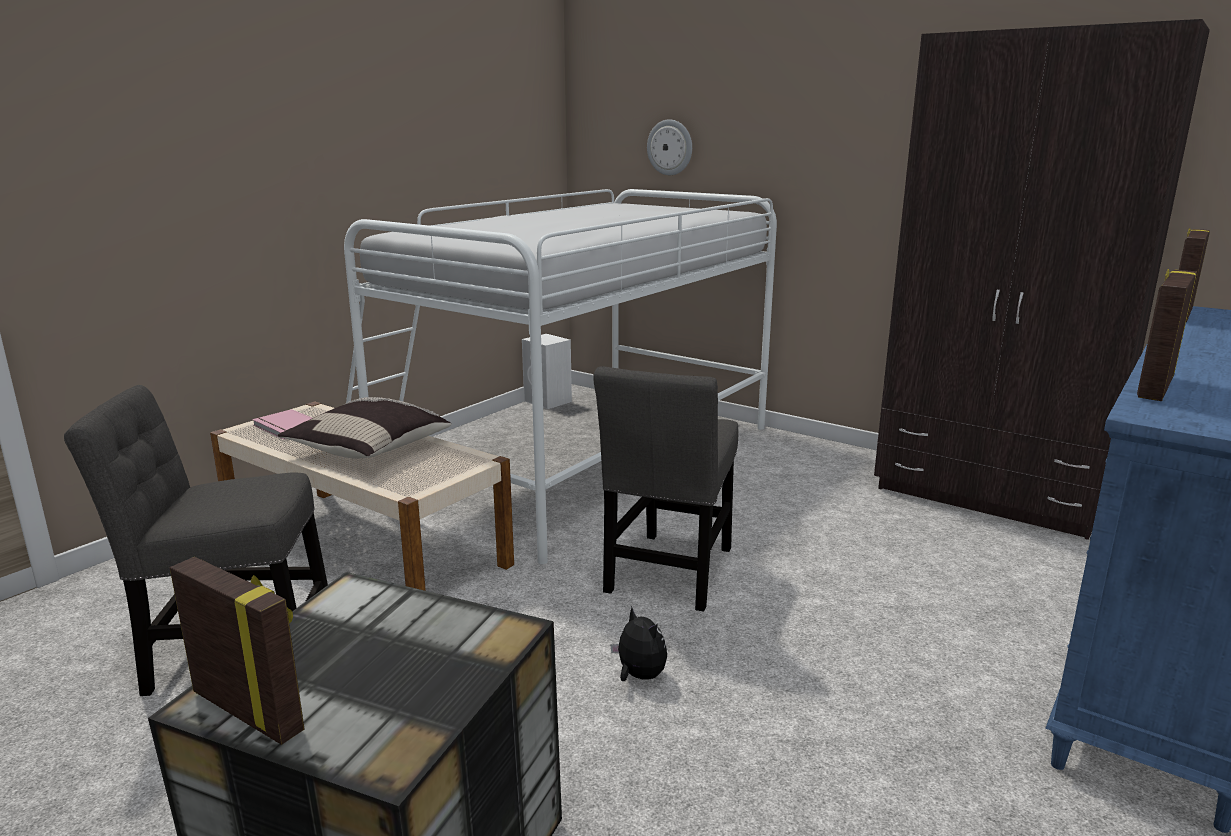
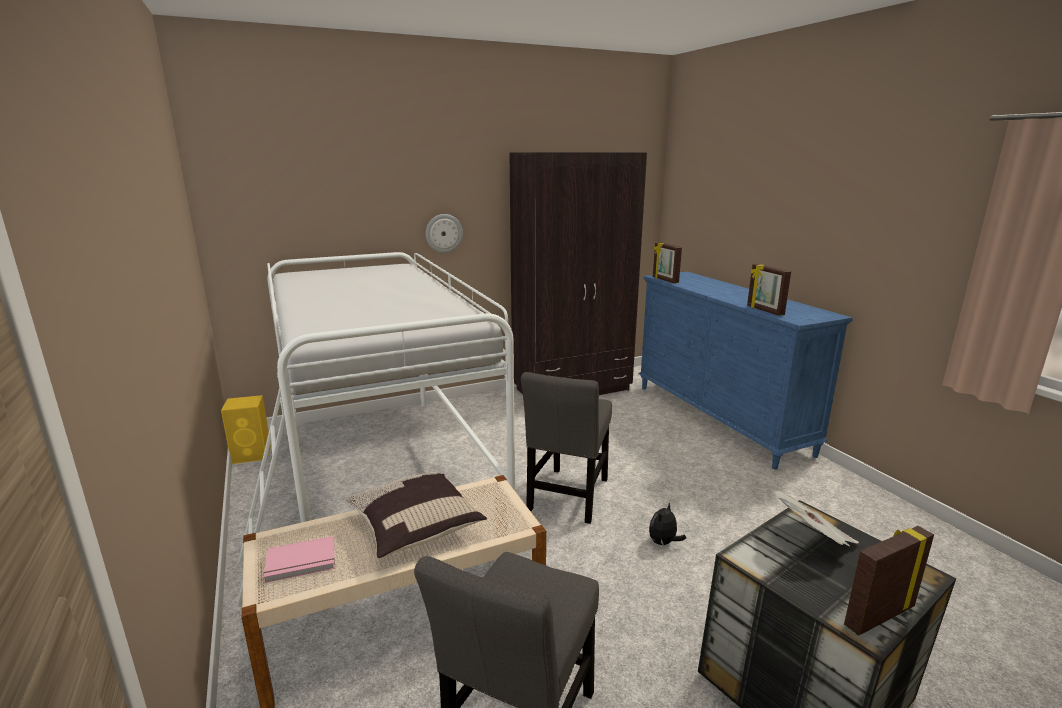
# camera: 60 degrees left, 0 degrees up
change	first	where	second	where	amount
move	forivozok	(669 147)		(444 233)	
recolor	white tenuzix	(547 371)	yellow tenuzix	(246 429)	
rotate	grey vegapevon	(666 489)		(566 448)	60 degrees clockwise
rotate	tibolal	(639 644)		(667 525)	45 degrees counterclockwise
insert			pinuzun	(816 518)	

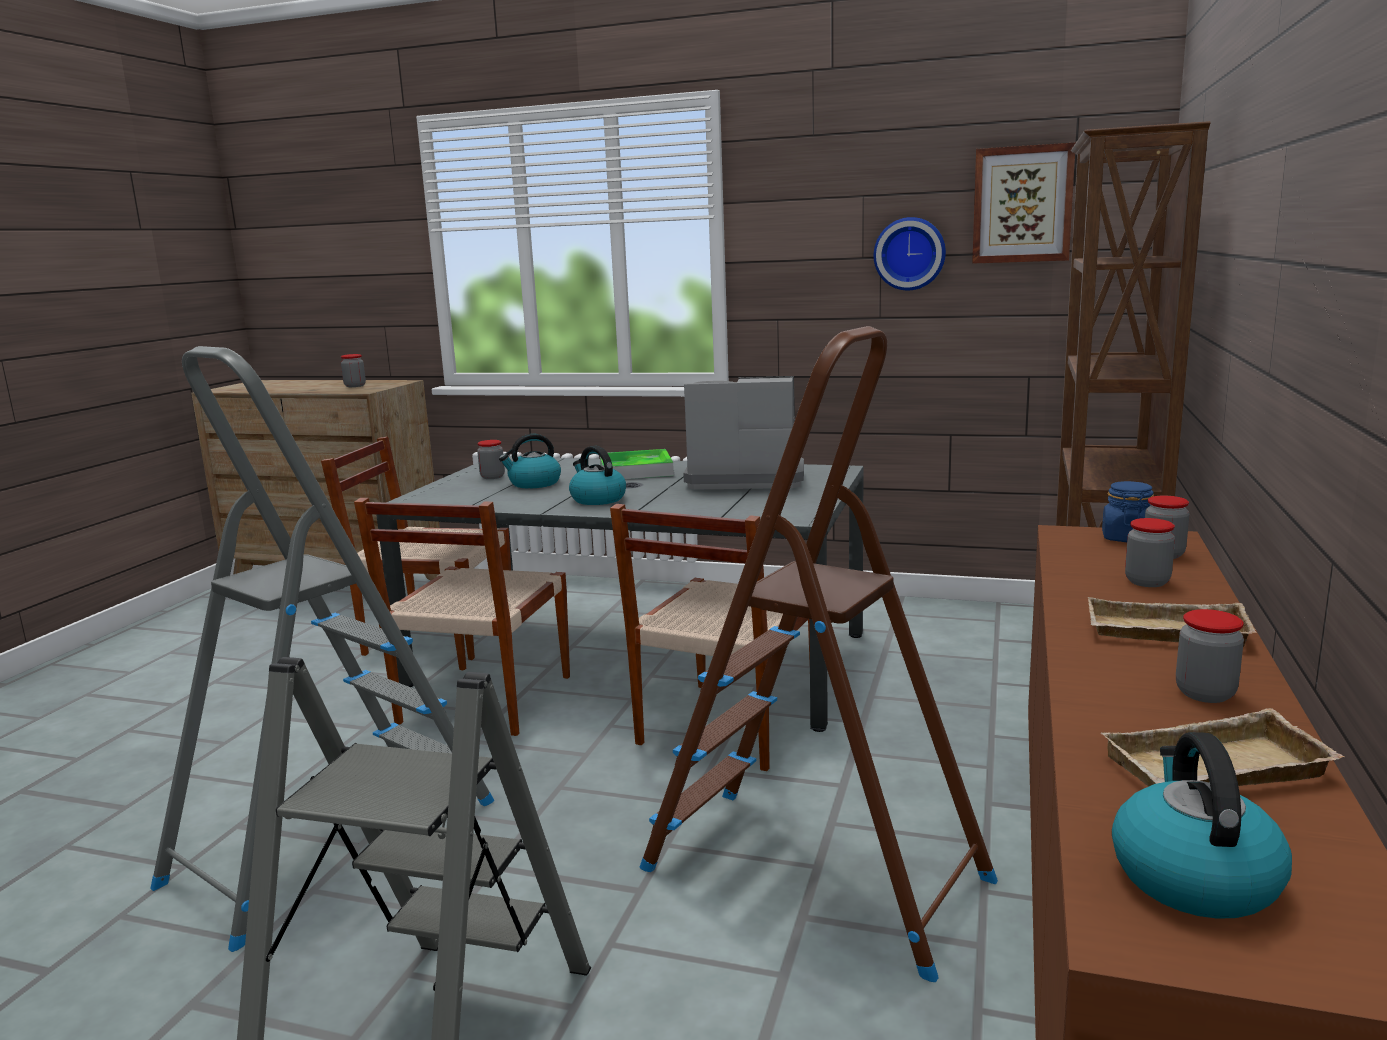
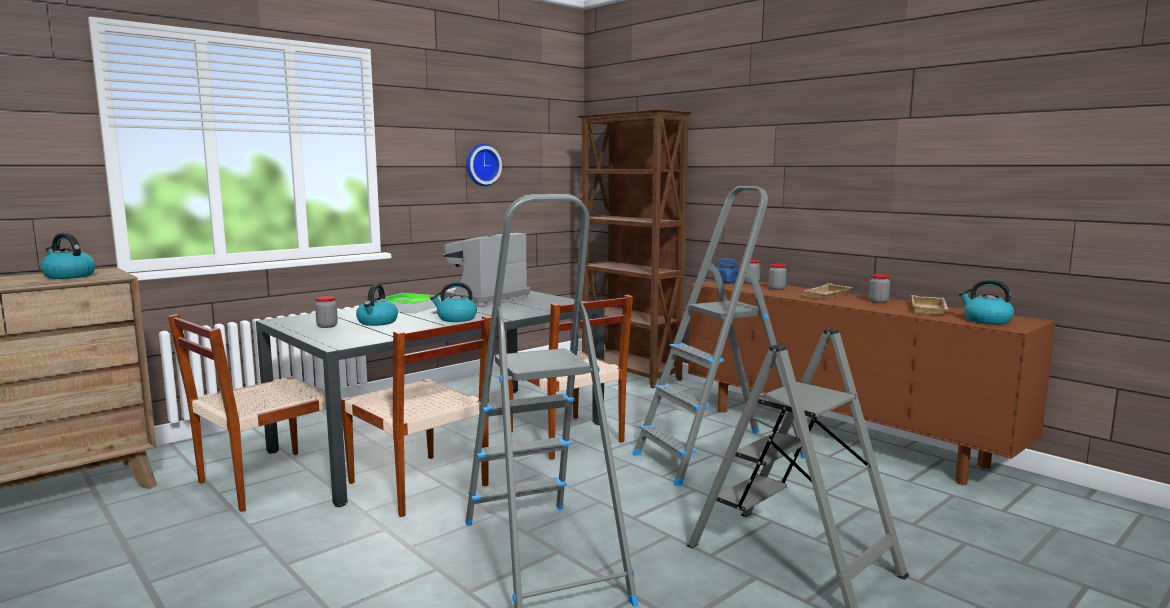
# camera: 60 degrees left, 5 degrees down
change	first	where	second	where	amount
delete	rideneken	(1024 203)			
recolor	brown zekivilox	(819 654)	grey zekivilox	(719 336)	
replace	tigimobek	(353 370)	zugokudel	(68 256)	

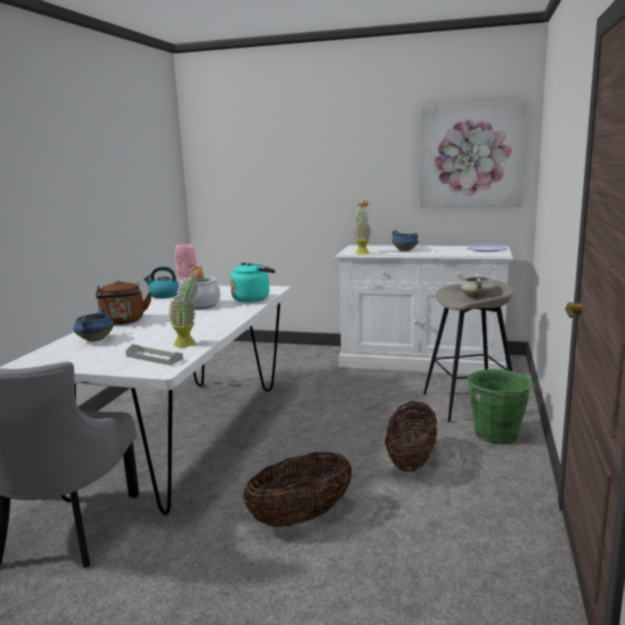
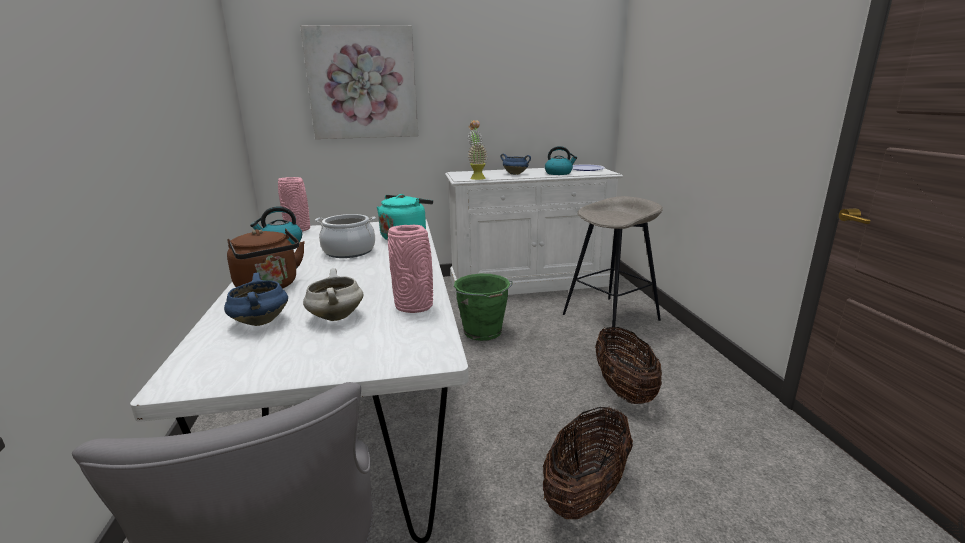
# camera: 25 degrees left, 5 degrees up
change	first	where	second	where	amount
move	rideneken	(473 154)		(359 82)	
replace	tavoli	(186 306)	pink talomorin	(410 269)	
move	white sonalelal	(477 286)		(333 294)	
delete	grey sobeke	(154 354)			
move	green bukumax	(501 406)		(483 307)	
insert			zugokudel	(561 160)	

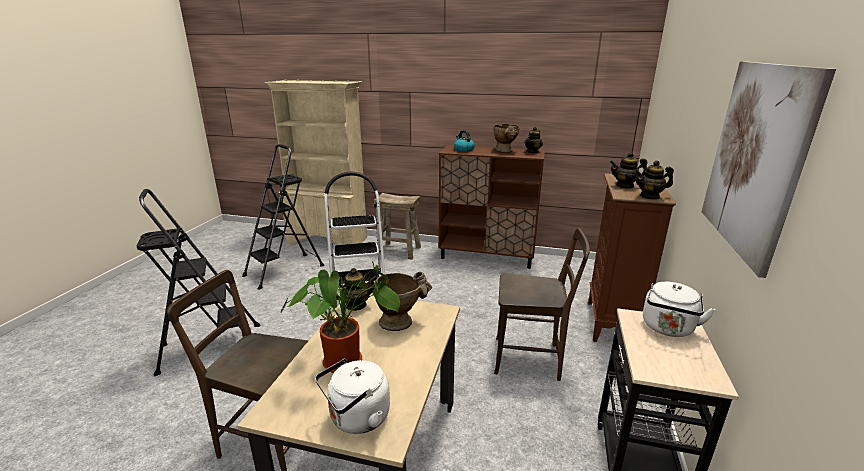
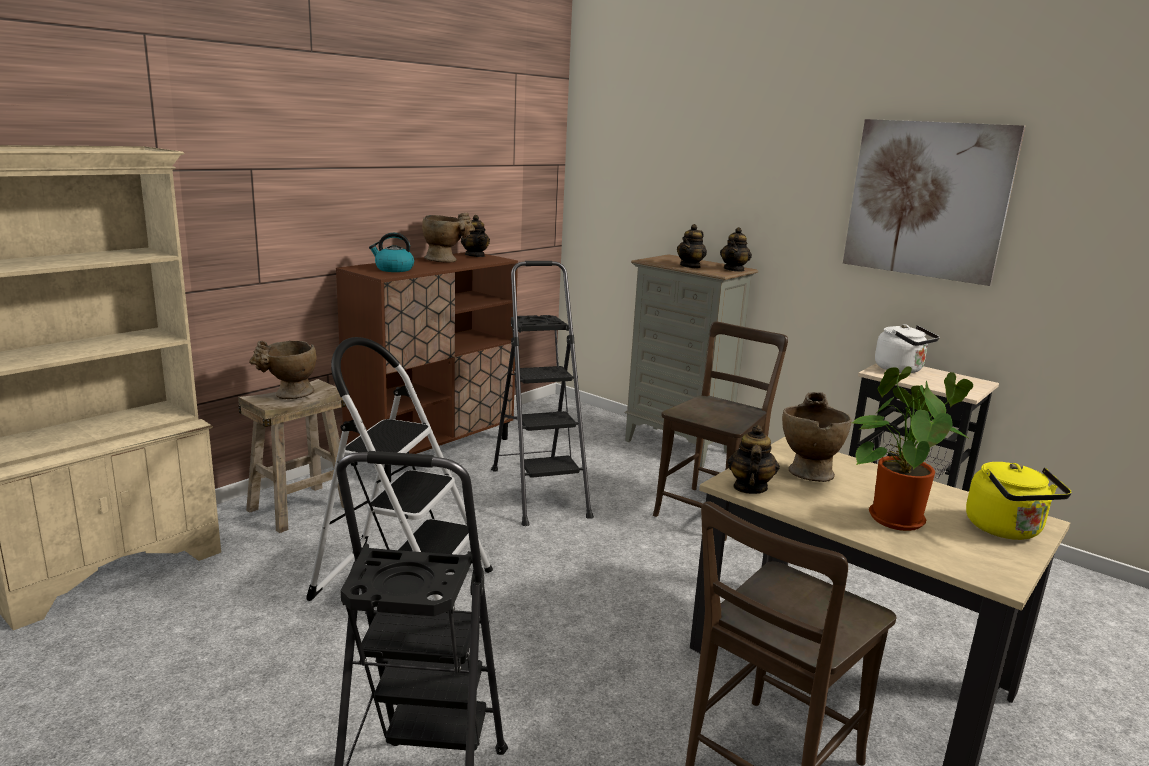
# camera: 65 degrees left, 5 degrees down
change	first	where	second	where	amount
move	zekivilox	(283 217)		(542 393)	
recolor	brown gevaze	(632 257)	grey gevaze	(691 361)	
recolor	white zugokudel	(352 396)	yellow zugokudel	(1019 501)	
insert			beige talomorin	(283 370)	

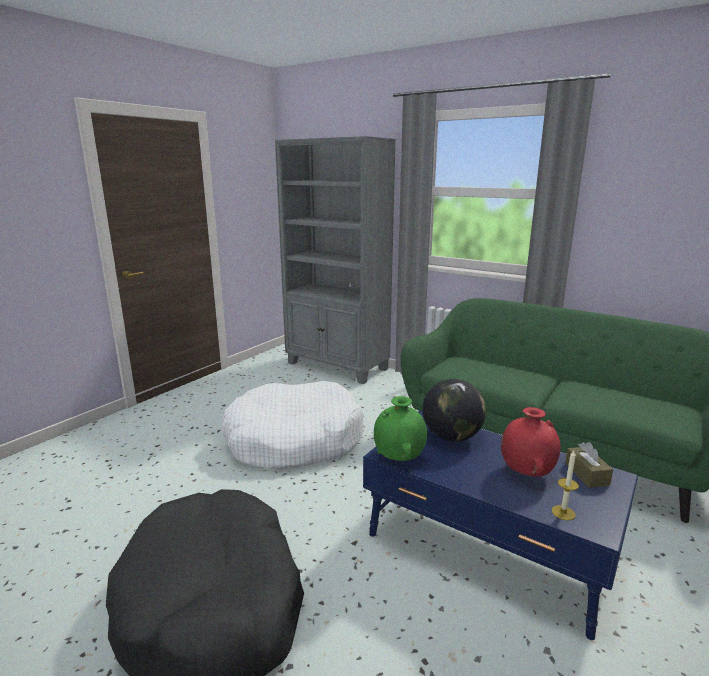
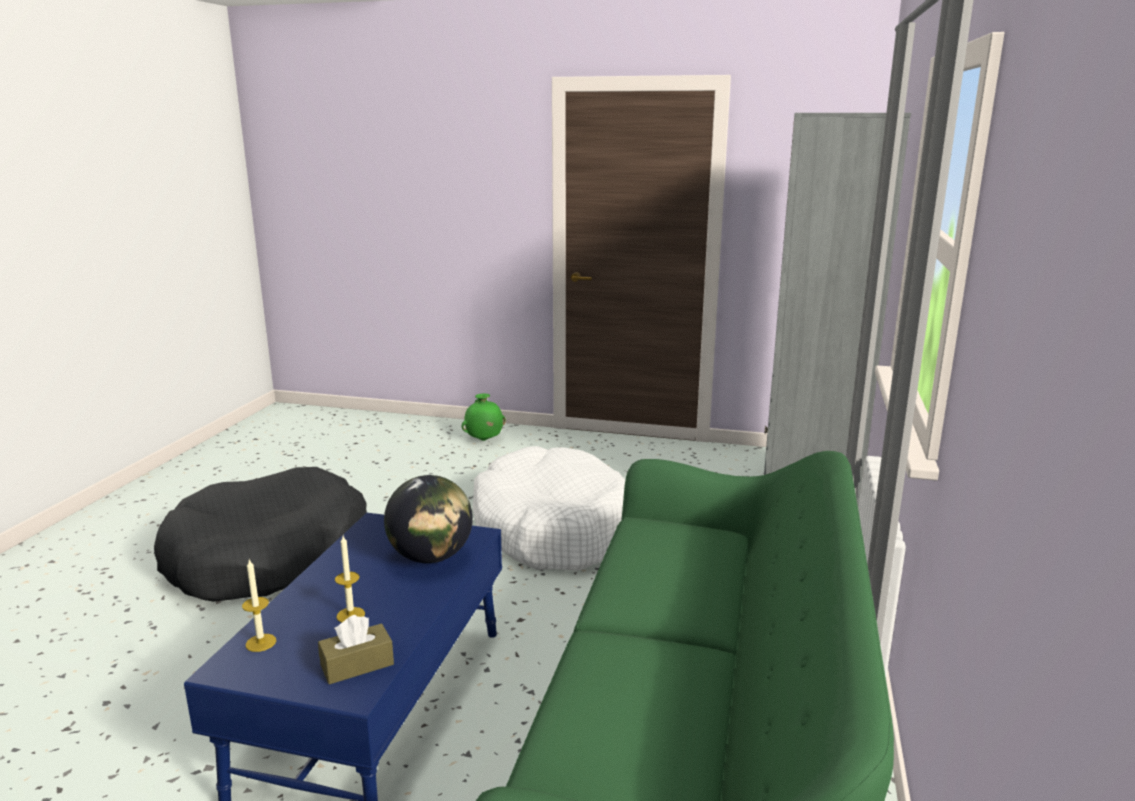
# camera: 70 degrees right, 0 degrees up
change	first	where	second	where	amount
move	green talomorin	(400 428)		(484 417)	
replace	red talomorin	(531 441)	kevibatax	(350 579)	

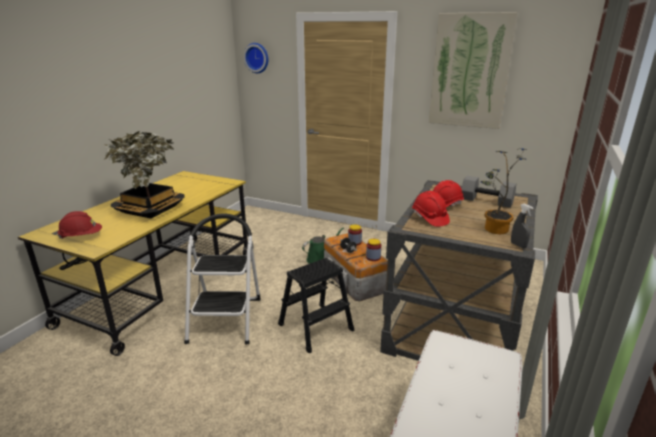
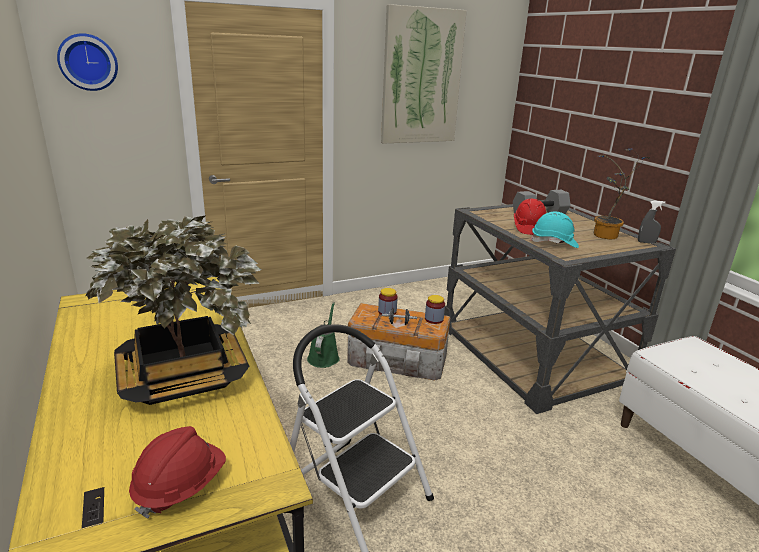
# camera: 50 degrees left, 0 degrees up
change	first	where	second	where	amount
recolor	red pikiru	(431 209)	turquoise pikiru	(554 230)	
delete	black zekivilox	(316 305)			

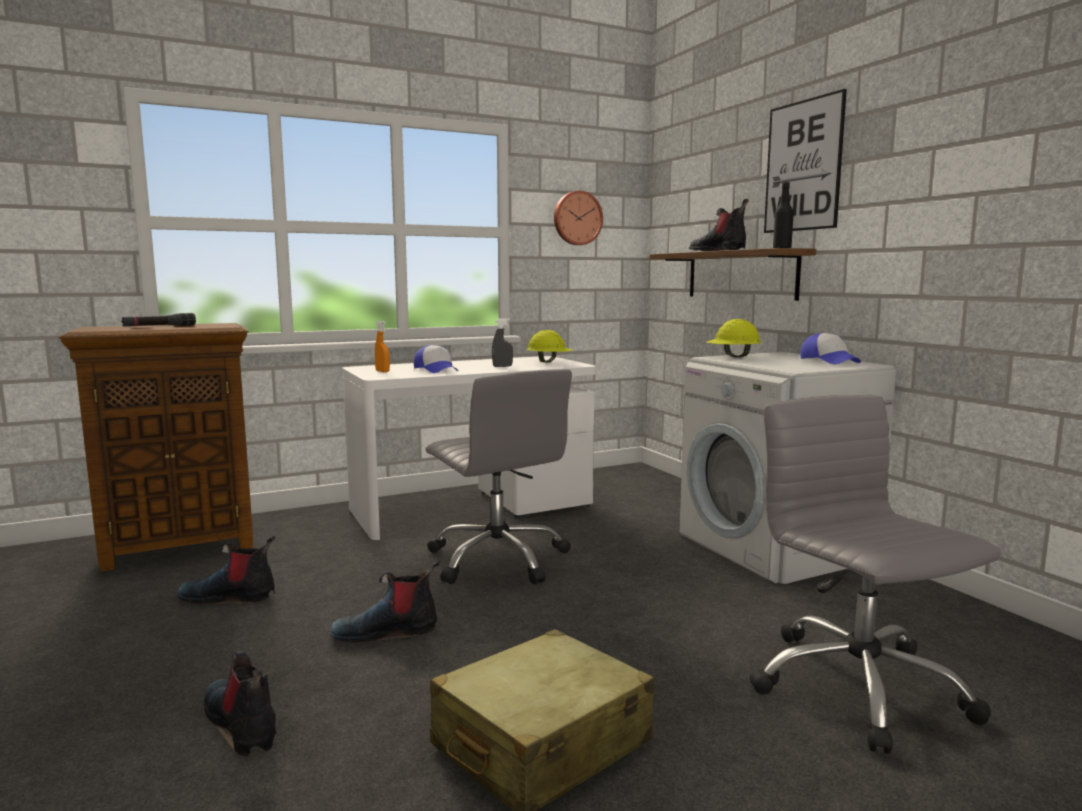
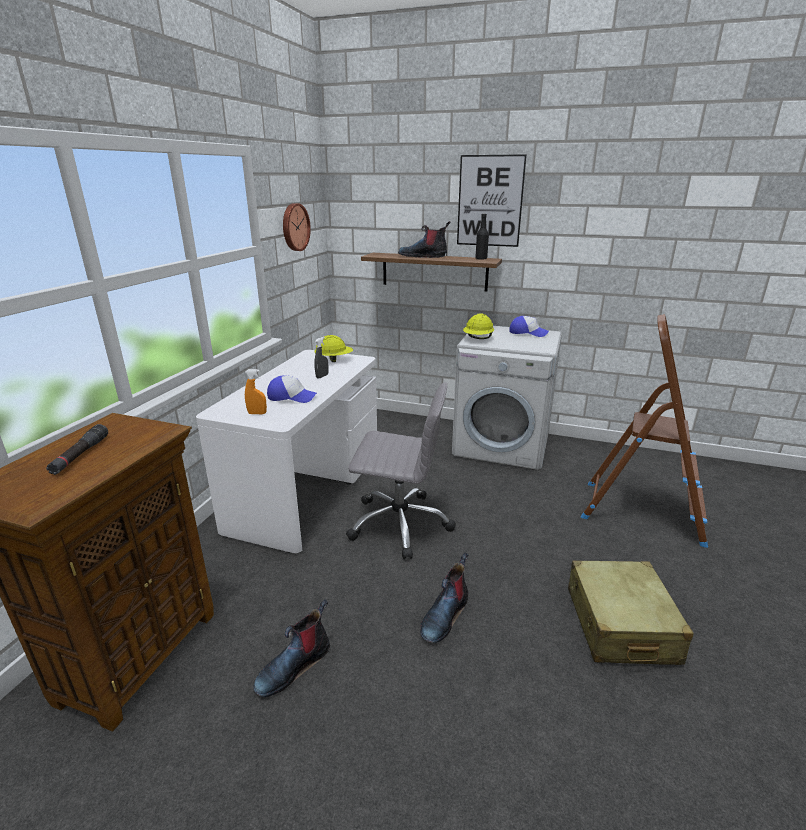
# camera: 45 degrees left, 15 degrees up
change	first	where	second	where	amount
replace	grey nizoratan	(875 574)	brown zekivilox	(644 431)	
delete	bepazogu	(240 704)			

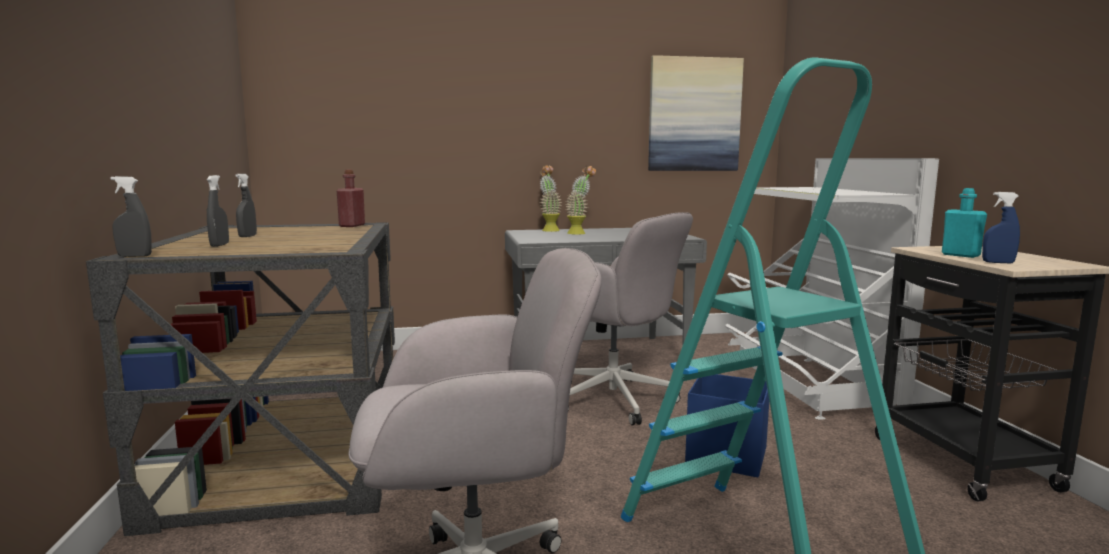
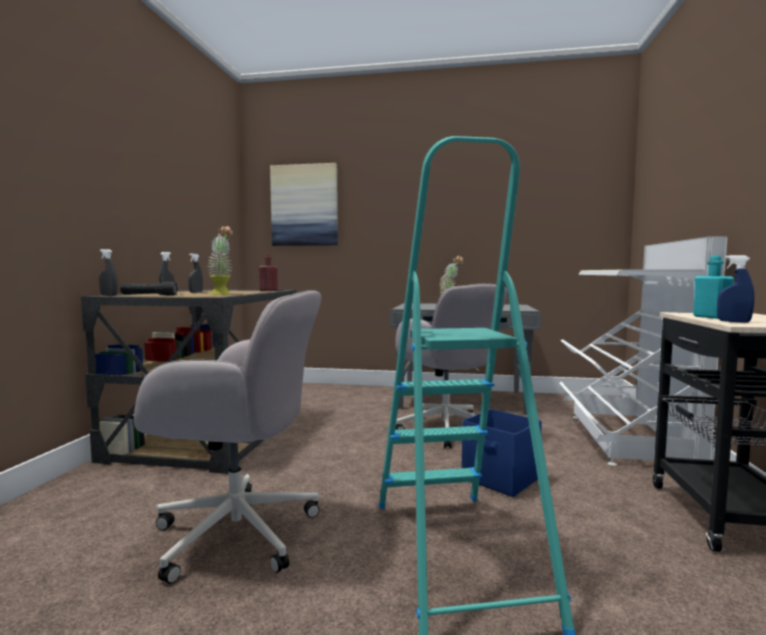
# camera: 20 degrees right, 5 degrees down
change	first	where	second	where	amount
move	rideneken	(696 113)		(304 204)	
move	tavoli	(550 198)		(220 260)	
insert			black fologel	(149 289)	

